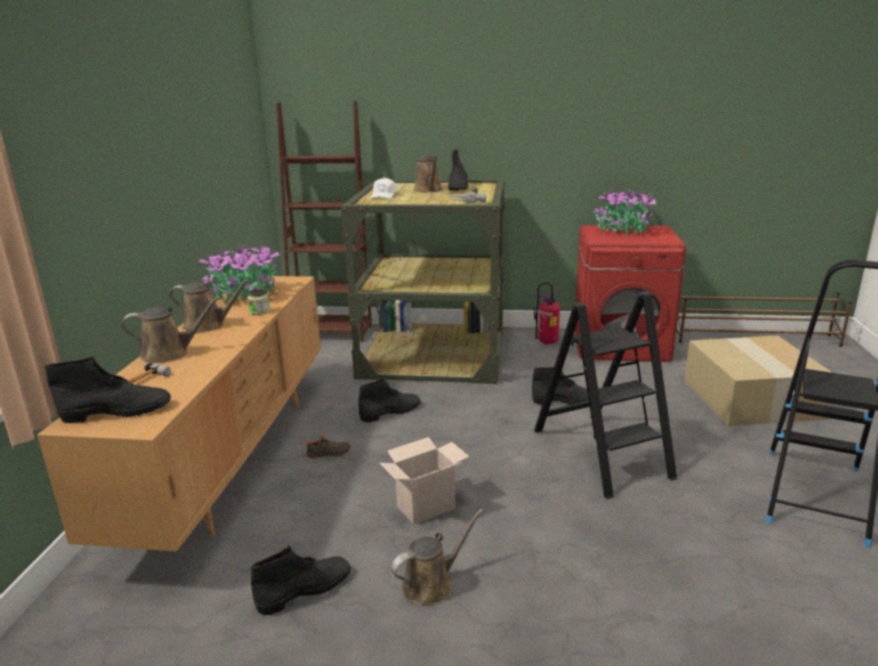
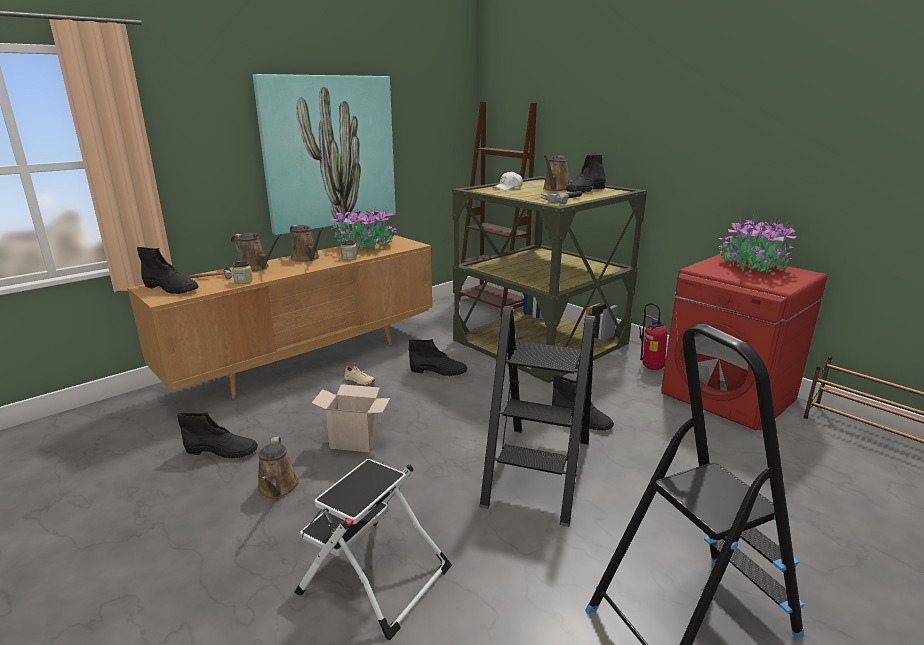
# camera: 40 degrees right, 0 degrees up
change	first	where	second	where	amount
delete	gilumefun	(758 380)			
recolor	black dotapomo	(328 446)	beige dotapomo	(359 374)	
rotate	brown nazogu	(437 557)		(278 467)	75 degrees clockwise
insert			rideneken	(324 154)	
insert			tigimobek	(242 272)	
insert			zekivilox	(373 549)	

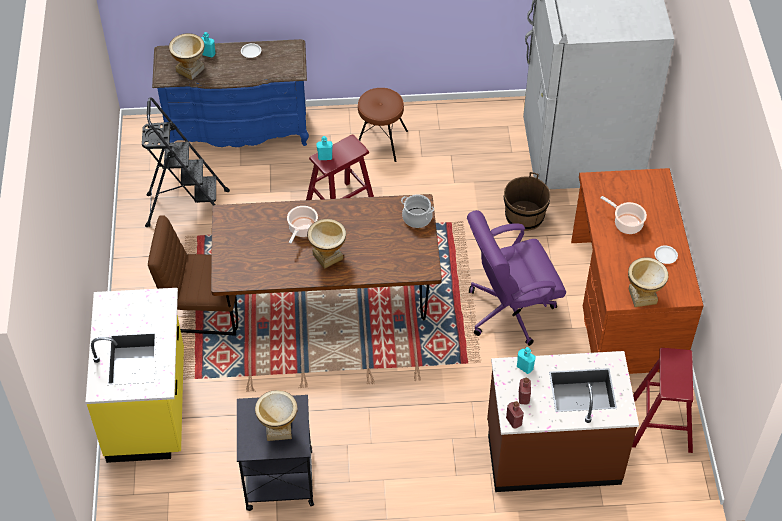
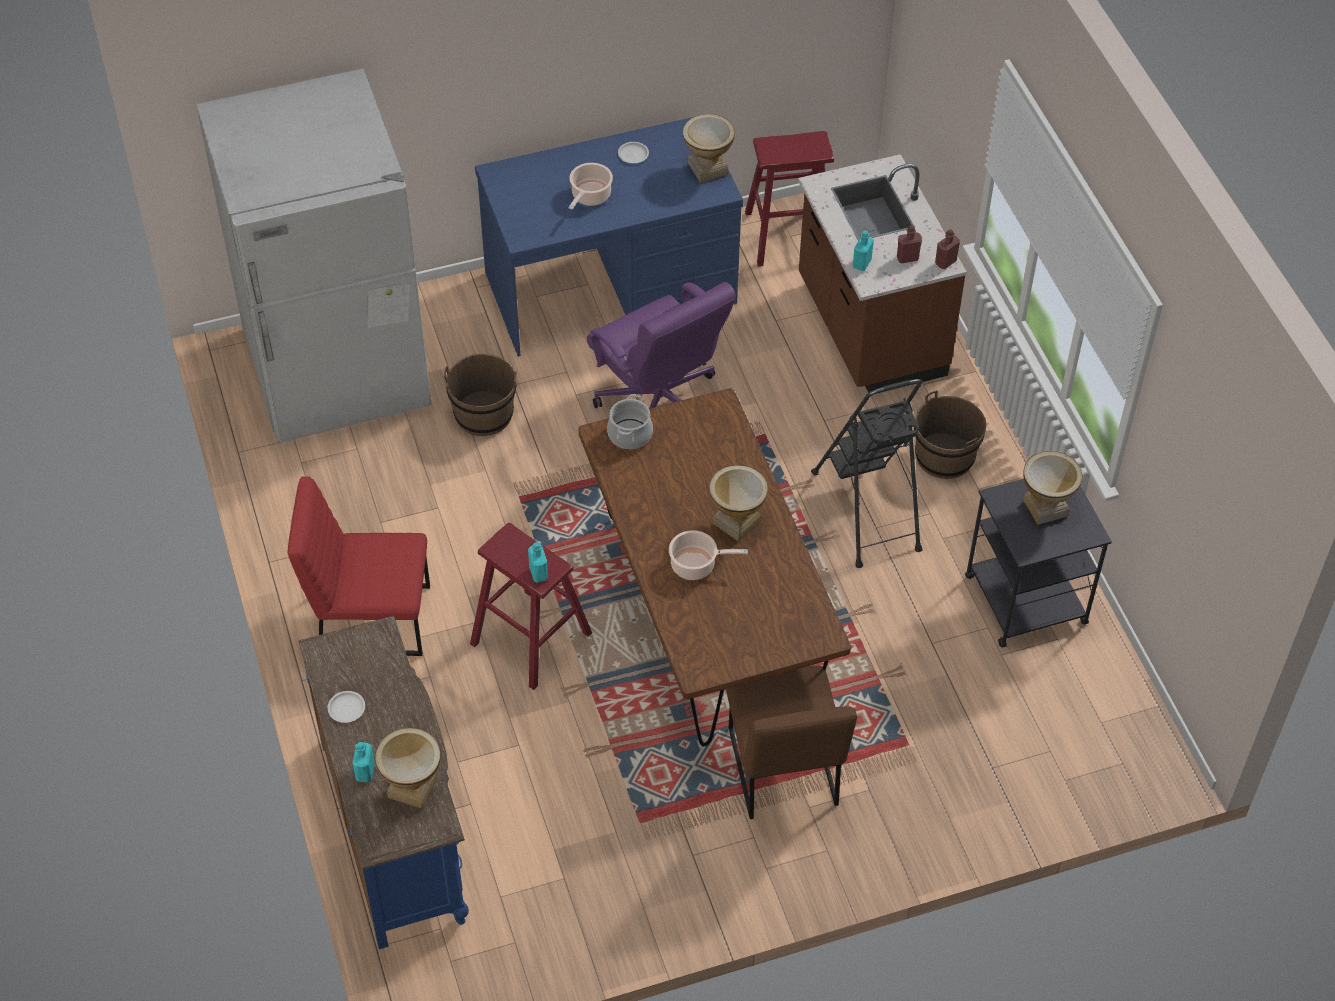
# camera: 105 degrees left, 0 degrees up
change	first	where	second	where	amount
replace	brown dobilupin	(383 125)	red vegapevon	(359 566)	
move	zekivilox	(186 162)		(867 473)	
recolor	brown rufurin	(637 271)	blue rufurin	(609 236)	
delete	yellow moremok	(135 375)			
insert			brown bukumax	(950 434)	

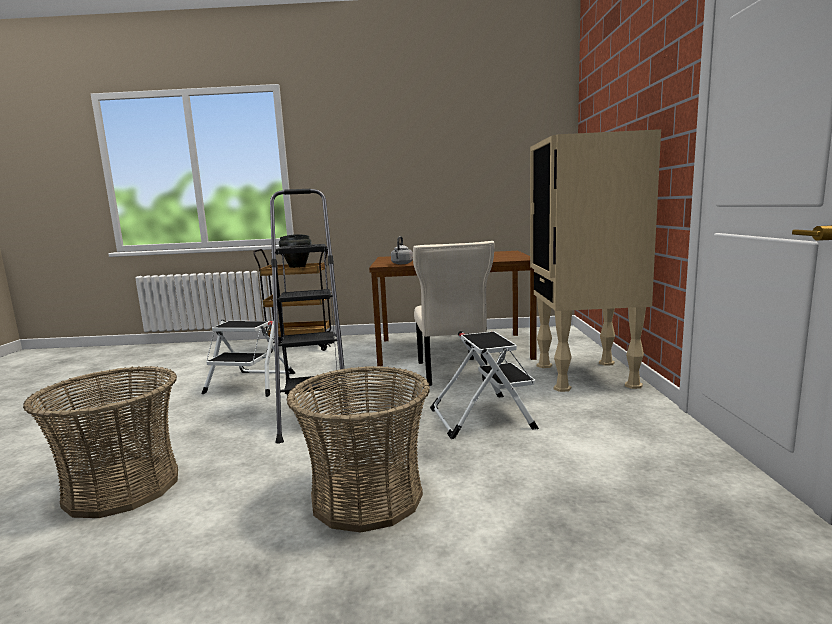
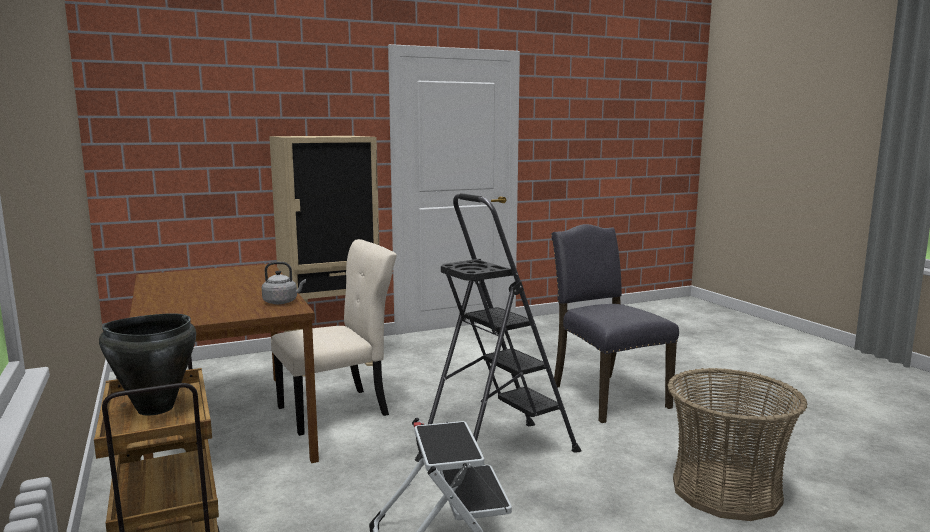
# camera: 115 degrees left, 0 degrees up
change	first	where	second	where	amount
delete	zekivilox	(484 385)			
replace	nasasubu	(358 449)	grey vegapevon	(615 323)	

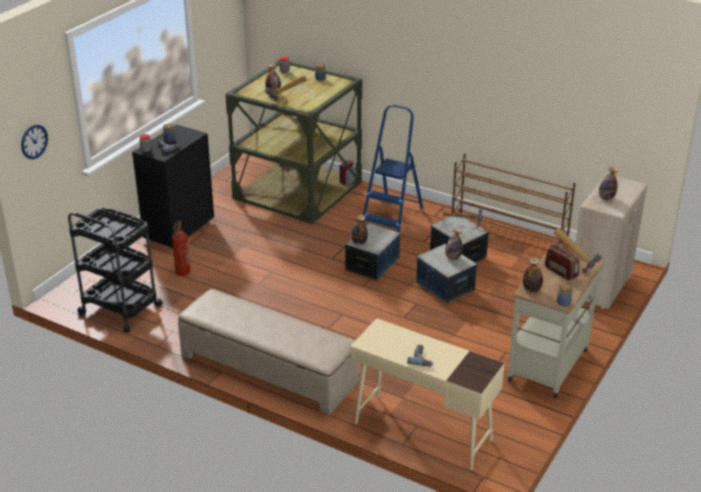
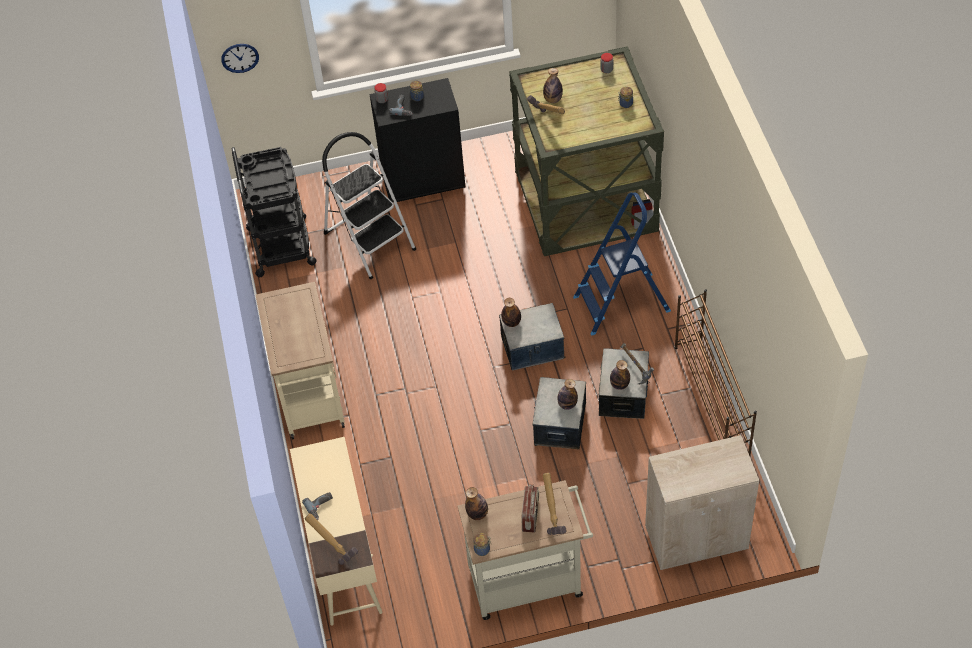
# camera: 50 degrees right, 20 degrees up
change	first	where	second	where	amount
move	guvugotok	(608 183)		(620 375)	
replace	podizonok	(181 248)	zekivilox	(369 205)	
replace	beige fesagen	(268 352)	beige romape	(300 360)	
insert			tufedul	(331 539)	

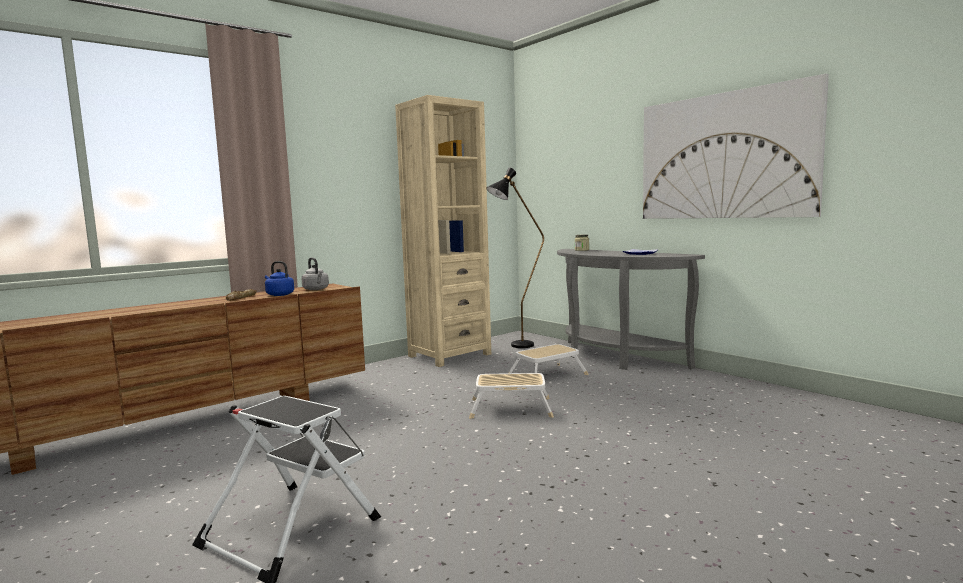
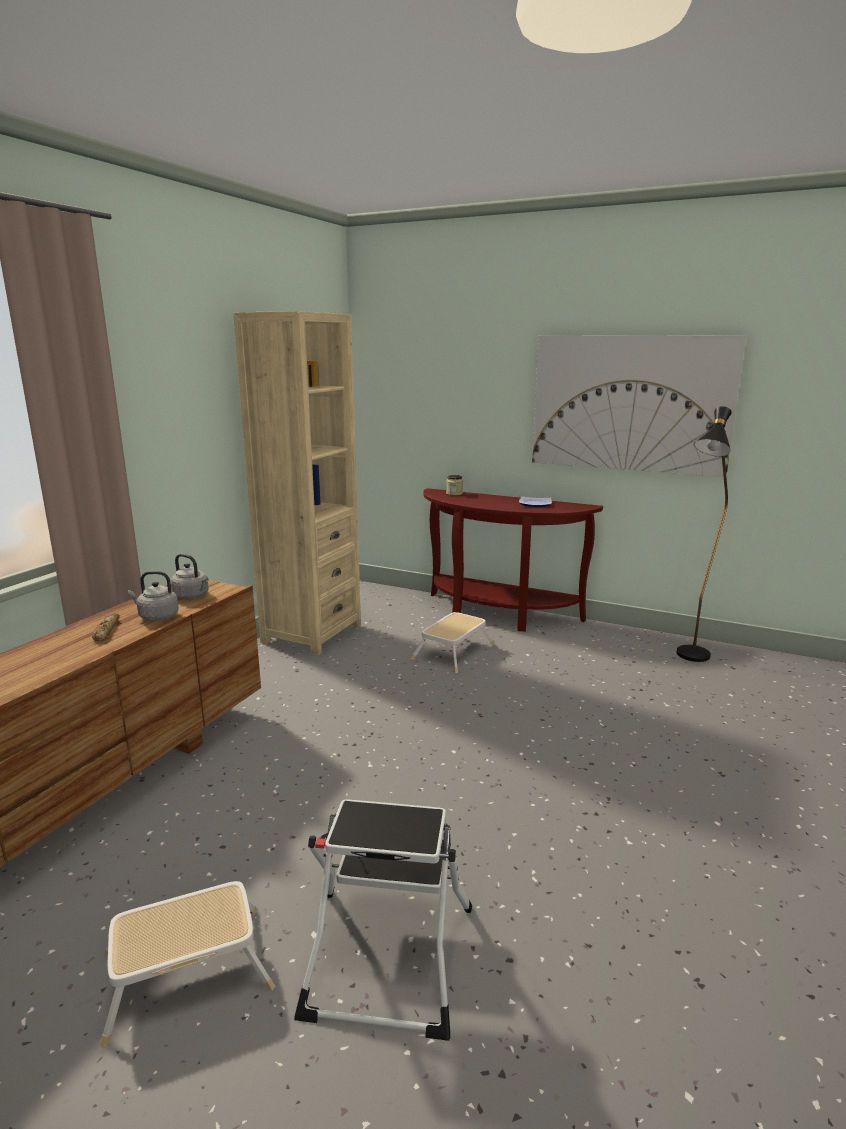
# camera: 25 degrees left, 10 degrees up
change	first	where	second	where	amount
move	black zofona	(515 258)		(704 534)	
recolor	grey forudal	(631 309)	brown forudal	(513 560)	
recolor	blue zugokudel	(279 278)	grey zugokudel	(153 596)	
move	beige zekivilox	(511 396)		(187 964)	

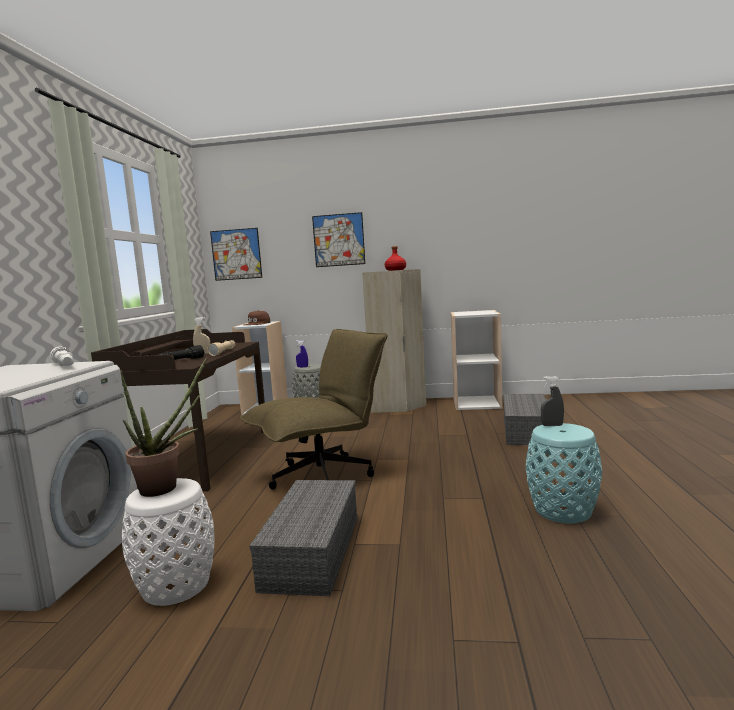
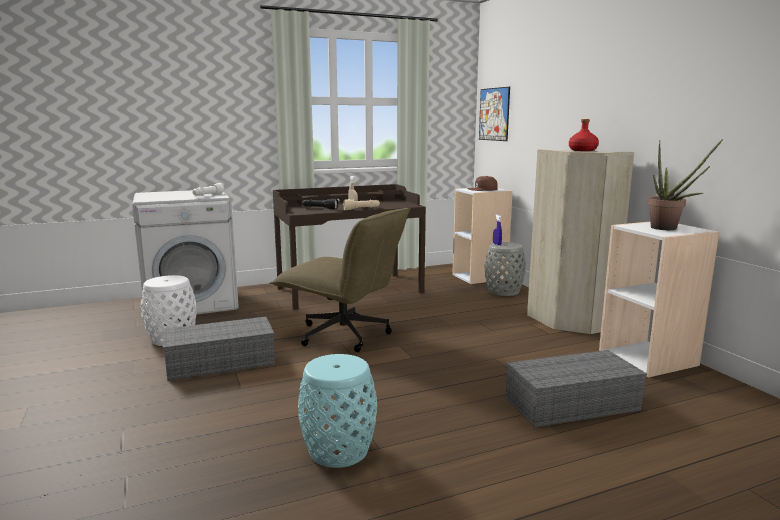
# camera: 60 degrees right, 5 degrees up
change	first	where	second	where	amount
delete	rideneken	(338 239)			
move	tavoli	(164 427)		(685 184)	
delete	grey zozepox	(552 401)			

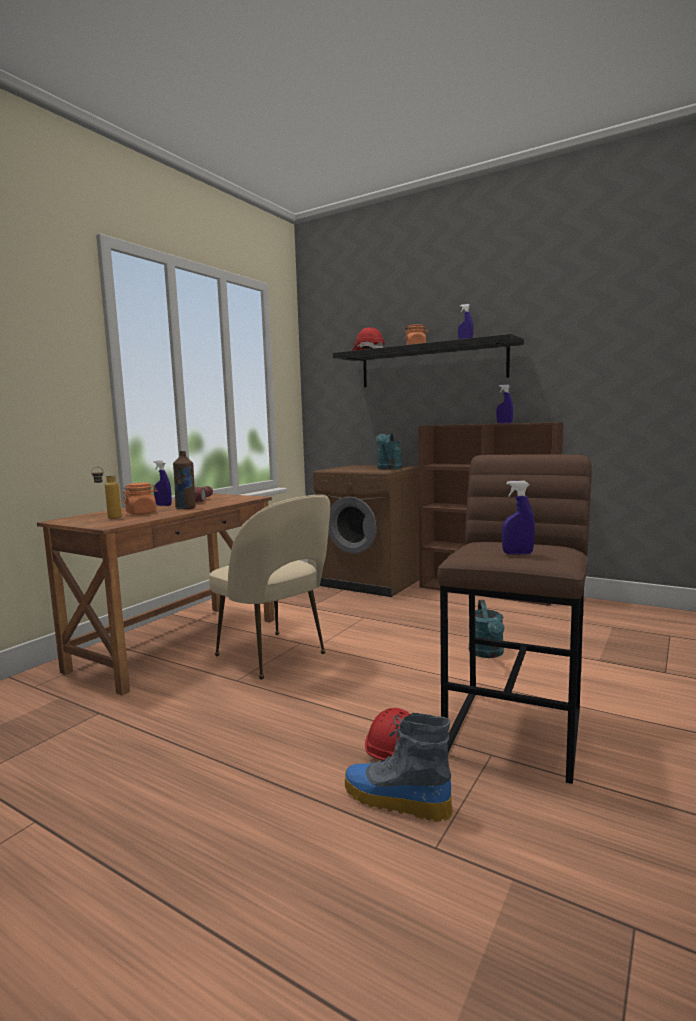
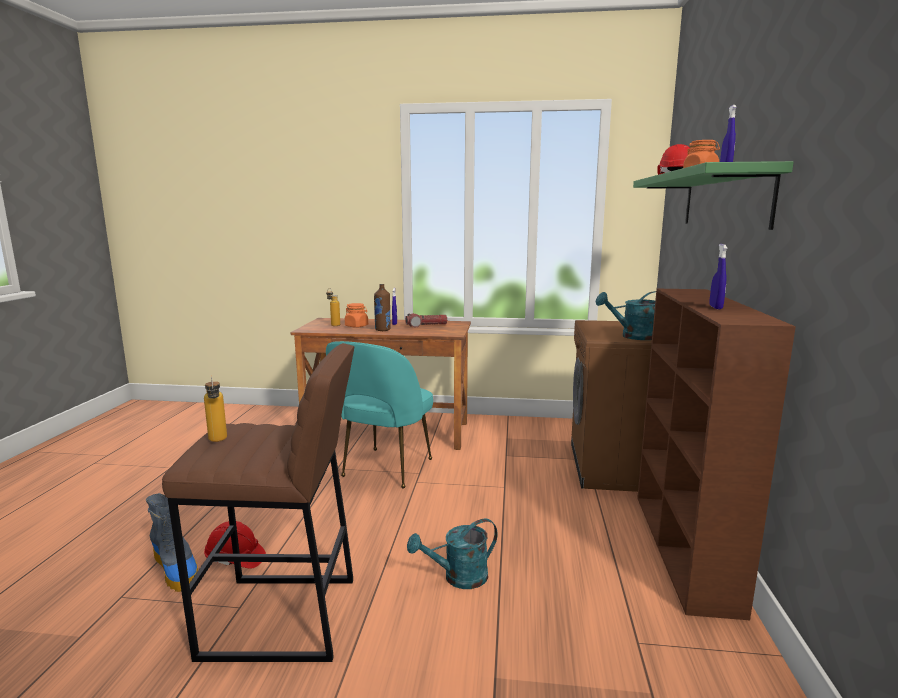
# camera: 65 degrees right, 5 degrees up
change	first	where	second	where	amount
recolor	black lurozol	(428 360)	green lurozol	(713 195)	
replace	blue zozepox	(518 518)	guvugotok	(215 408)	
recolor	beige vegapevon	(269 587)	turquoise vegapevon	(379 414)	
rotate	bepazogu	(399 767)		(172 542)	135 degrees clockwise

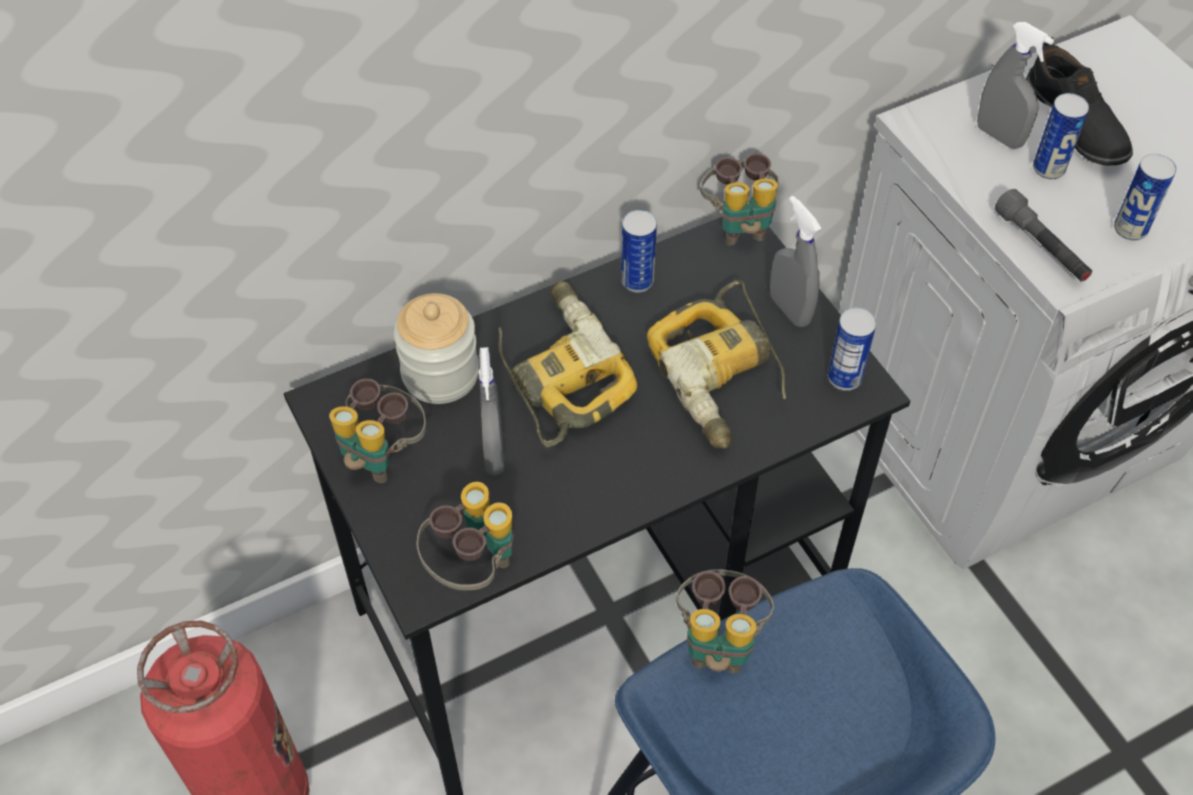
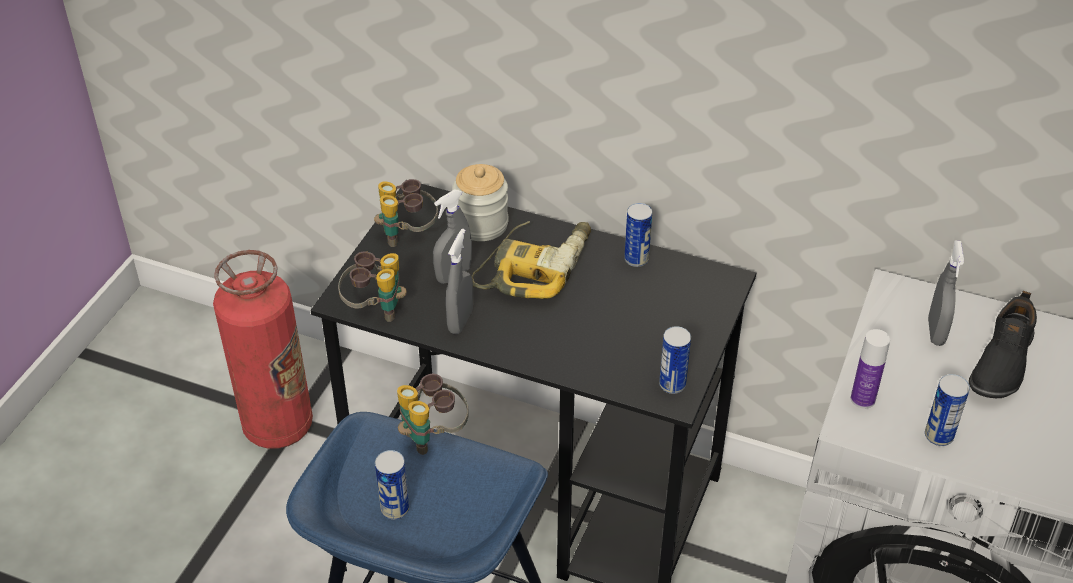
# camera: 50 degrees right, 10 degrees down
change	first	where	second	where	amount
move	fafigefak	(1061 136)		(392 485)	
delete	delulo	(740 199)			
replace	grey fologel	(1043 235)	guvugotok	(870 369)	
move	grey zozepox	(796 261)		(459 281)	
delete	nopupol	(716 364)			

